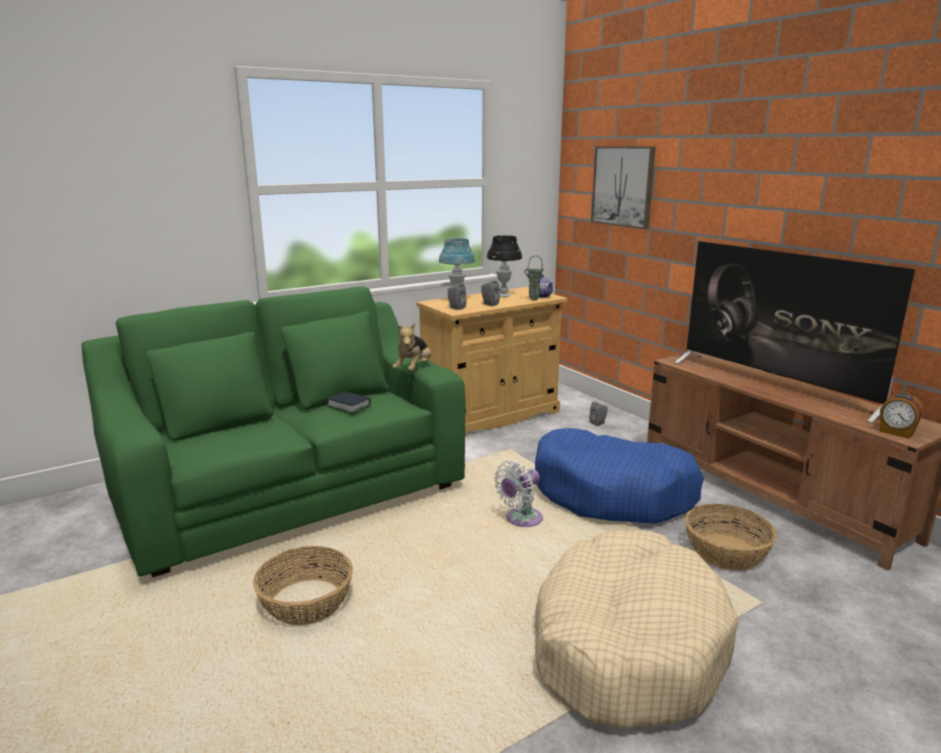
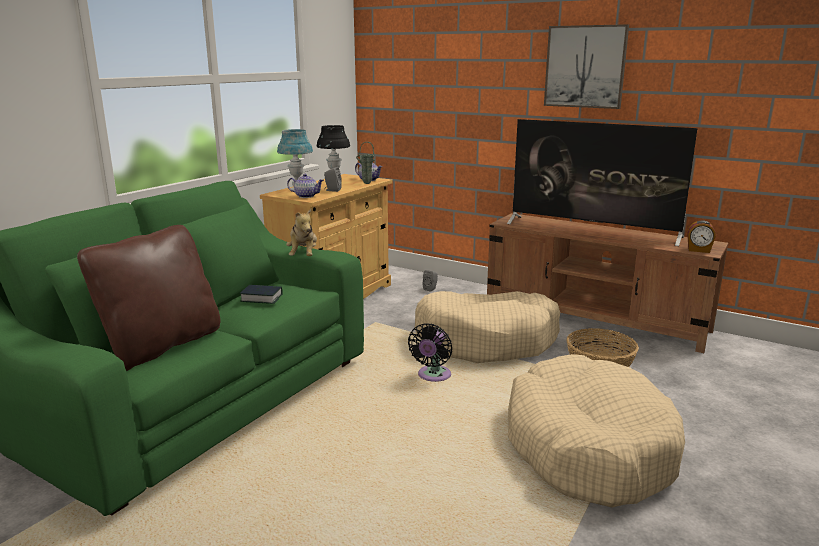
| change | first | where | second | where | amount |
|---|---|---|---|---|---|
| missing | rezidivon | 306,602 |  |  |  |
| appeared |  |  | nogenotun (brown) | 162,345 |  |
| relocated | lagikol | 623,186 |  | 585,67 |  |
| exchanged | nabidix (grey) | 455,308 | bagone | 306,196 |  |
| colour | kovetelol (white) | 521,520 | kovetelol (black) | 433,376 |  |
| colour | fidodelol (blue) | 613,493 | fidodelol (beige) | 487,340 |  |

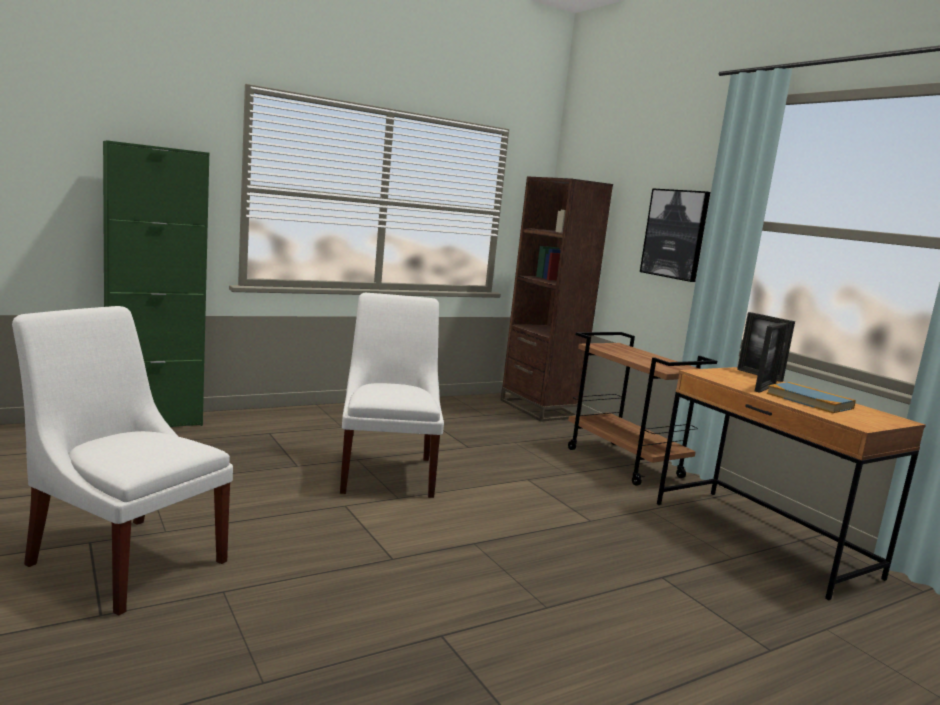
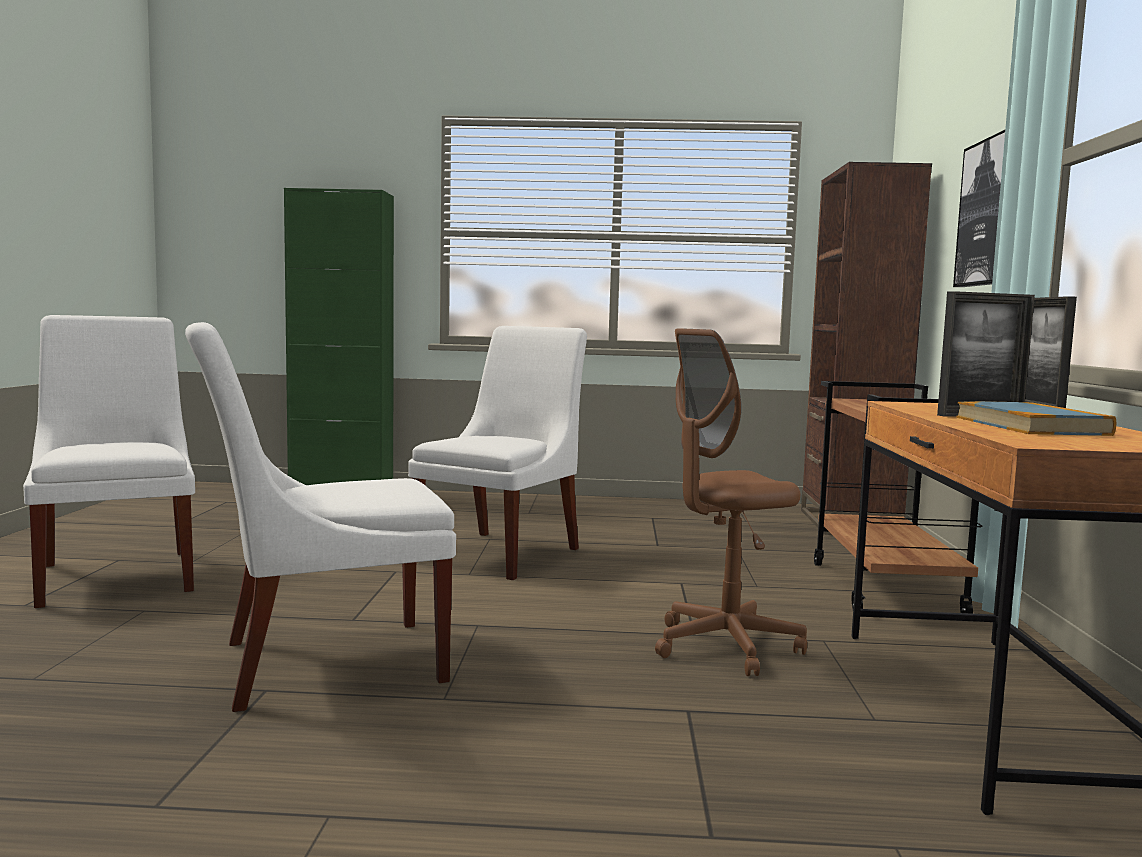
| change | first | where | second | where | amount |
|---|---|---|---|---|---|
| appeared |  |  | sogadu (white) | 321,662 |  |
| appeared |  |  | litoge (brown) | 725,646 |  |

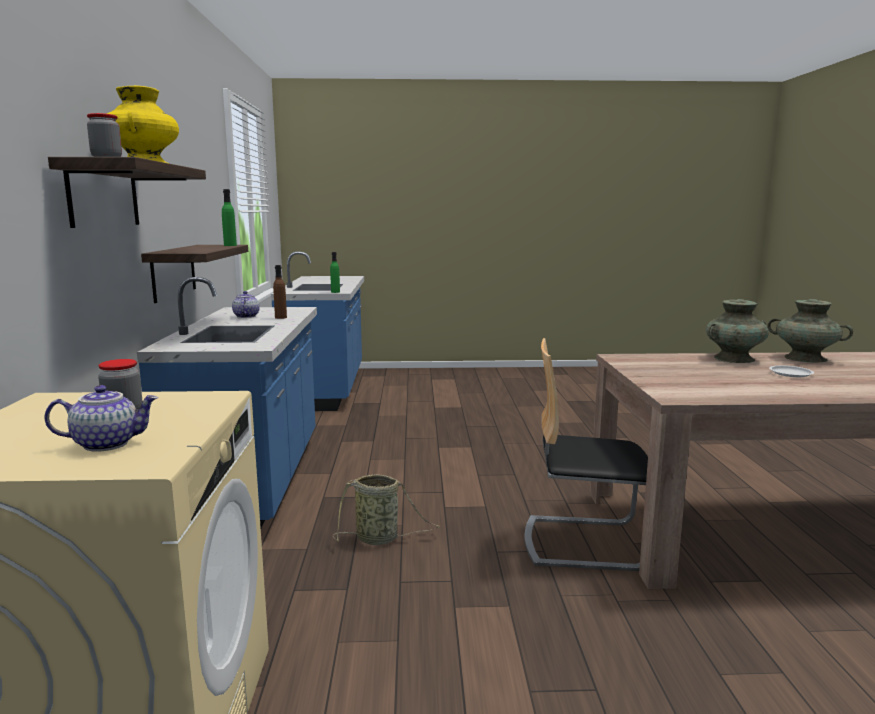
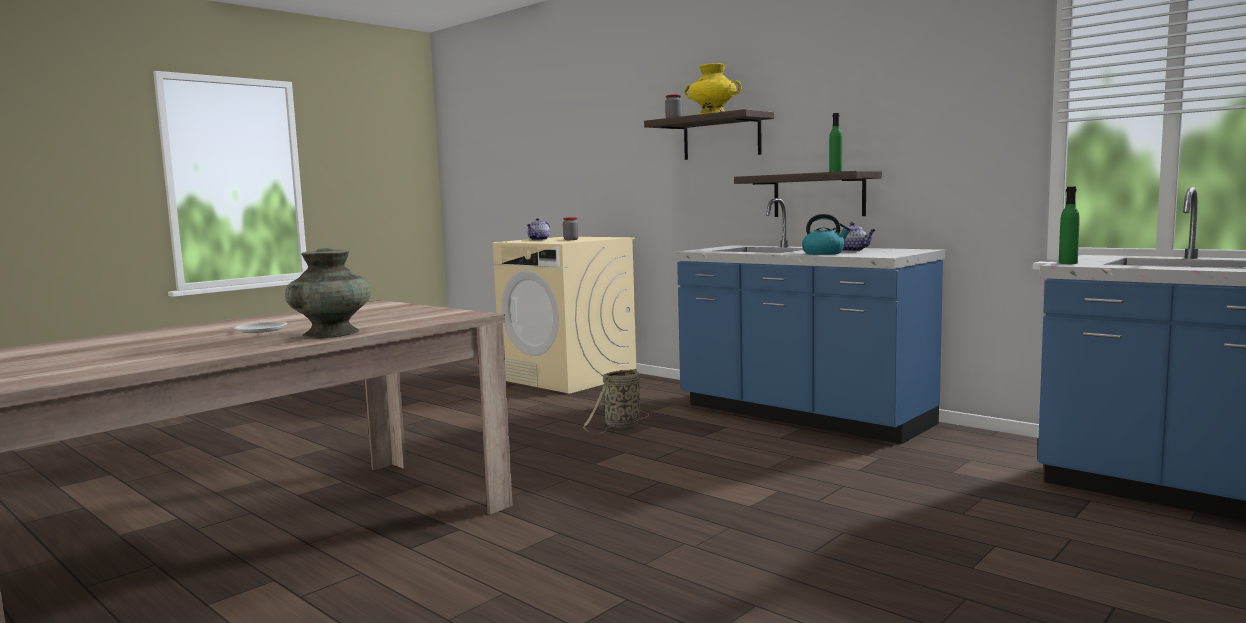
| change | first | where | second | where | amount |
|---|---|---|---|---|---|
| missing | sogadu | 585,542 |  |  |  |
| missing | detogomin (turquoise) | 804,358 |  |  |  |
| exchanged | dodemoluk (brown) | 280,317 | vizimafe | 824,253 |  |

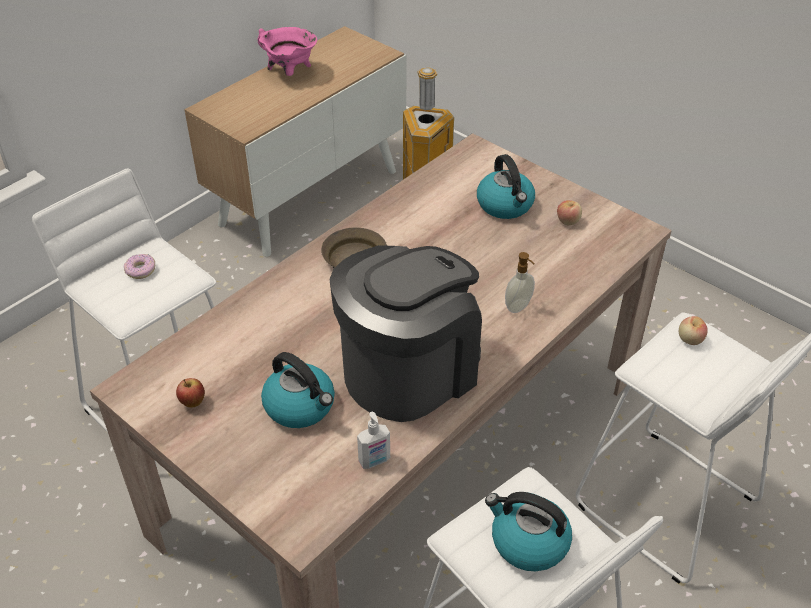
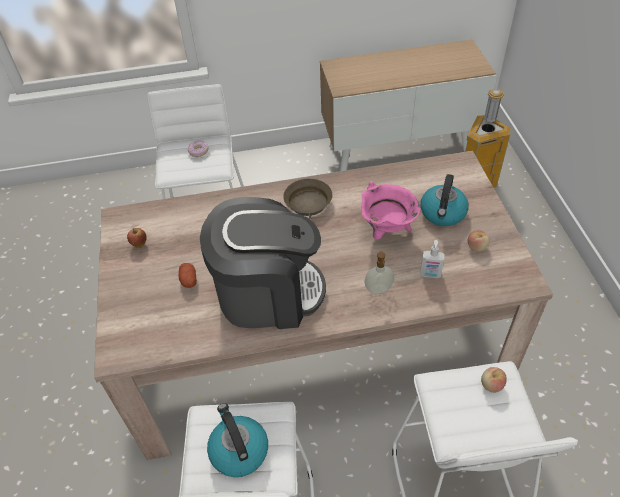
| change | first | where | second | where | amount |
|---|---|---|---|---|---|
| relocated | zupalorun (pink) | 290,73 |  | 387,231 |  |
| relocated | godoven | 375,461 |  | 430,274 |  |
| exchanged | vizimafe | 301,406 | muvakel | 188,279 |  |

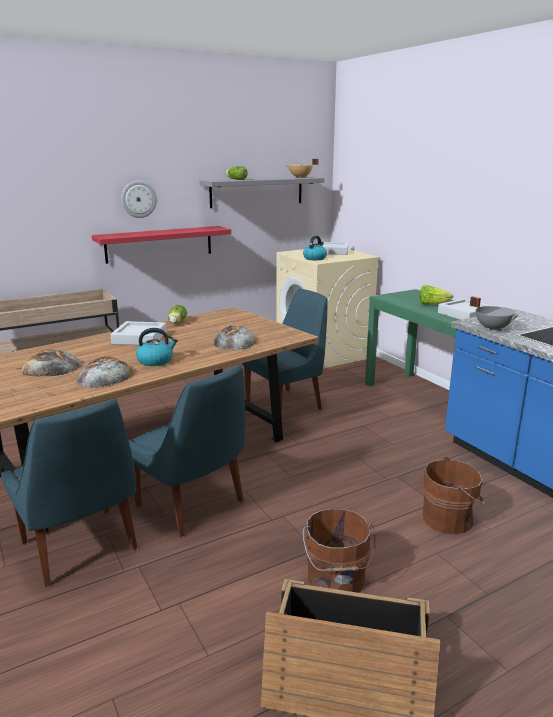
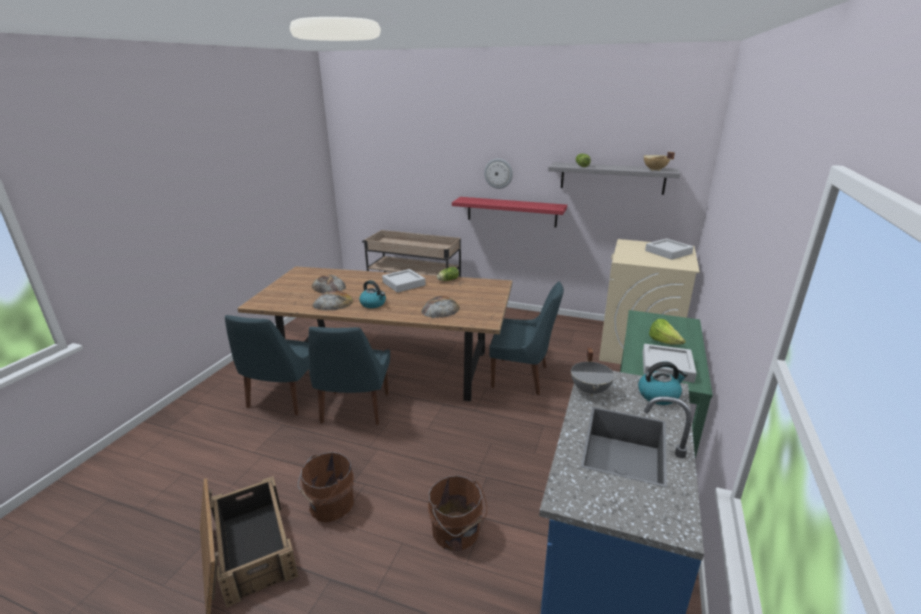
| change | first | where | second | where | amount |
|---|---|---|---|---|---|
| relocated | vizimafe | 315,258 |  | 658,395 |  |

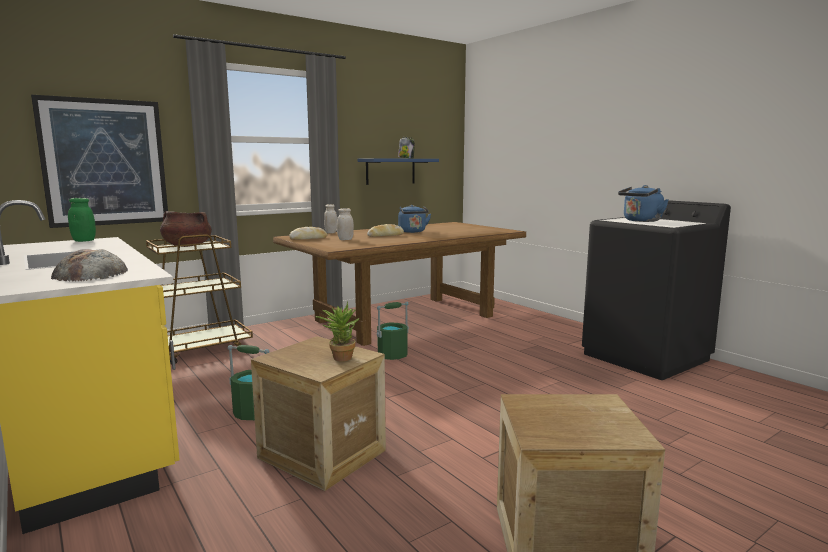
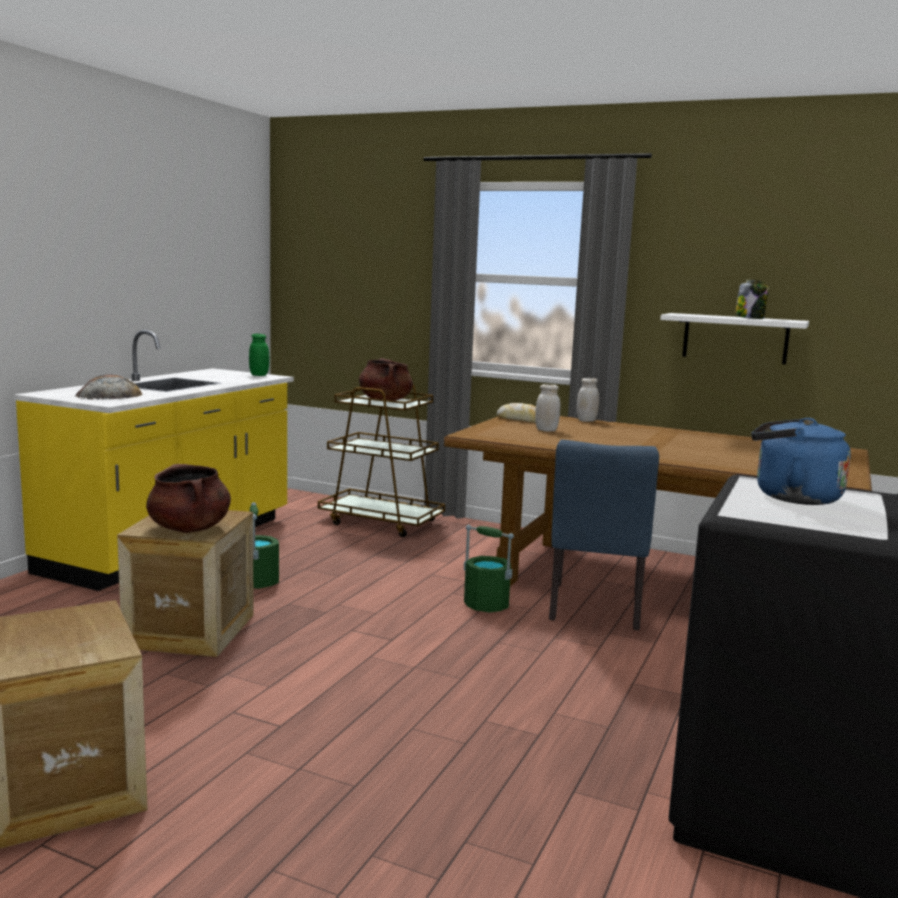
| change | first | where | second | where | amount |
|---|---|---|---|---|---|
| missing | lagikol | 105,162 |  |  |  |
| missing | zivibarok | 385,235 |  |  |  |
| missing | vizimafe (blue) | 413,232 |  |  |  |
| appeared |  |  | sogadu (blue) | 594,610 |  |
| exchanged | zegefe | 339,357 | zupalorun (brown) | 190,529 |  |
| colour | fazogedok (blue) | 390,171 | fazogedok (white) | 735,338 |  |

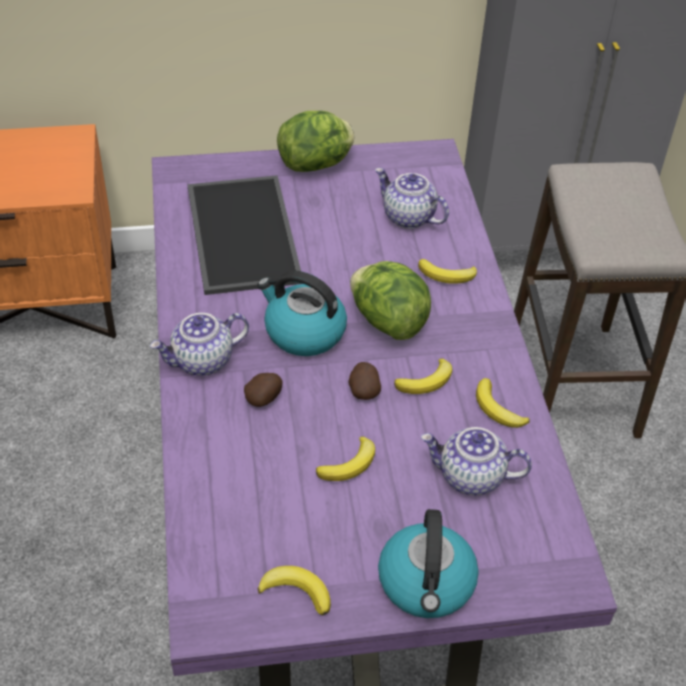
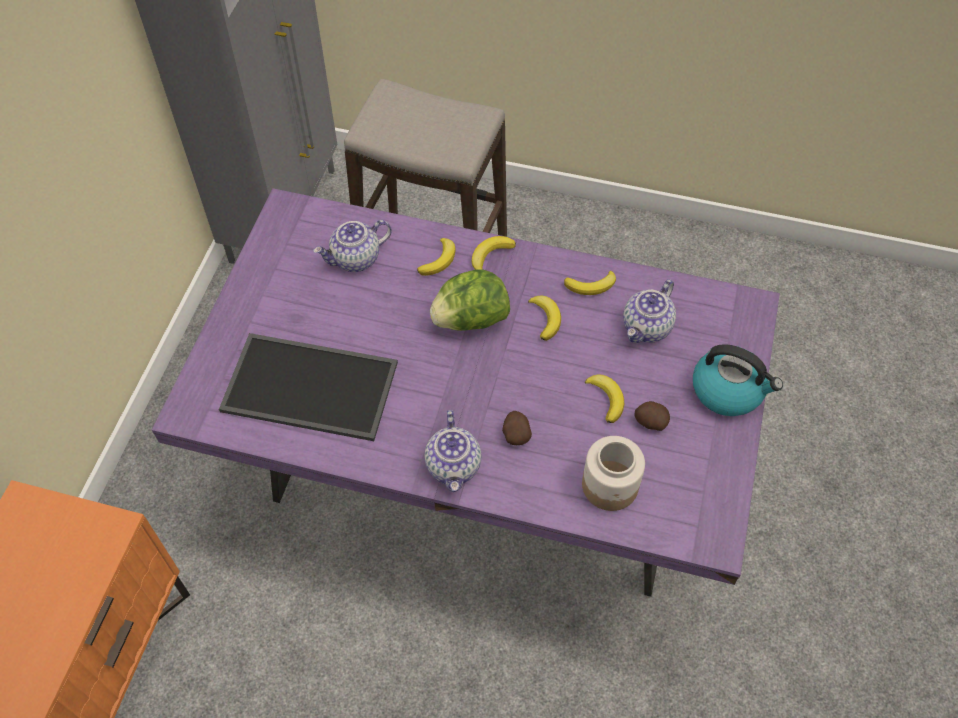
| change | first | where | second | where | amount |
|---|---|---|---|---|---|
| missing | vizimafe | 303,332 |  |  |  |
| missing | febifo | 316,164 |  |  |  |
| appeared |  |  | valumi | 610,486 |  |
| relocated | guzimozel | 297,591 |  | 490,255 |  |
| relocated | muvakel | 363,390 |  | 650,422 |  |

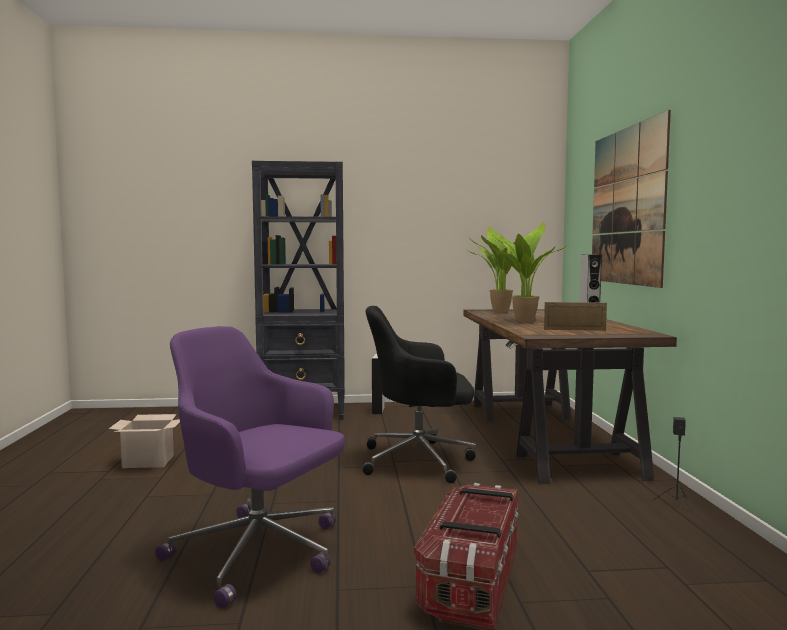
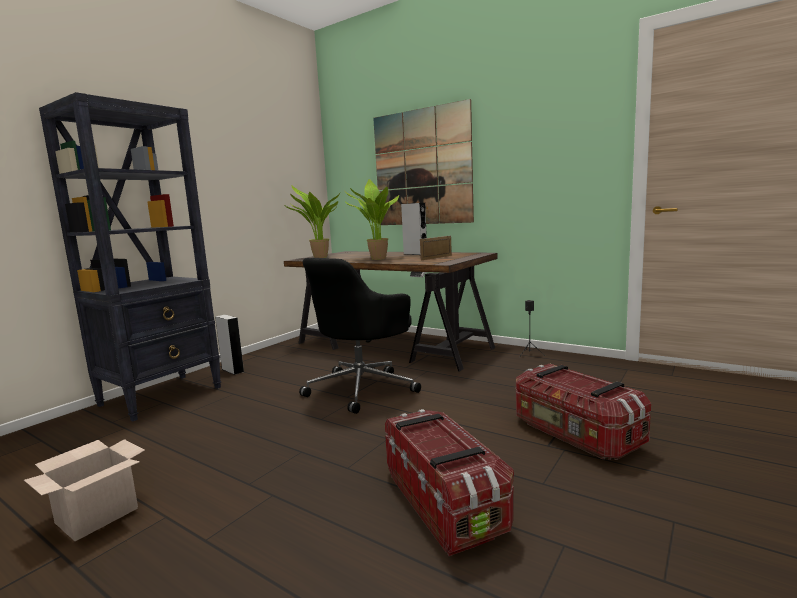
| change | first | where | second | where | amount |
|---|---|---|---|---|---|
| exchanged | litoge (purple) | 259,554 | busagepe | 444,502 |  |

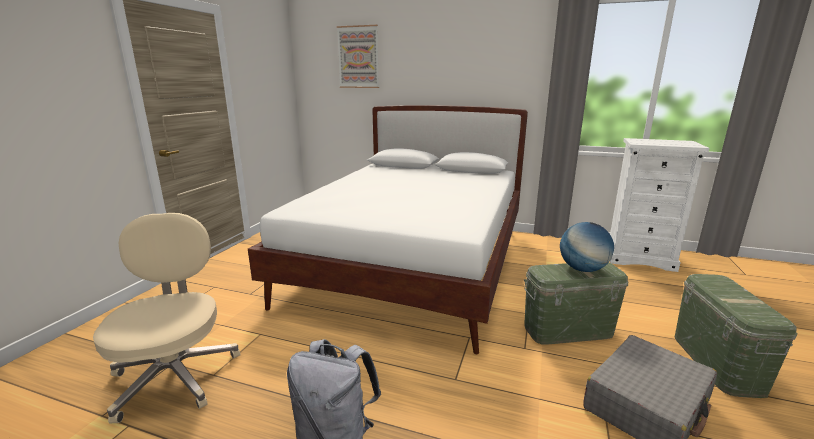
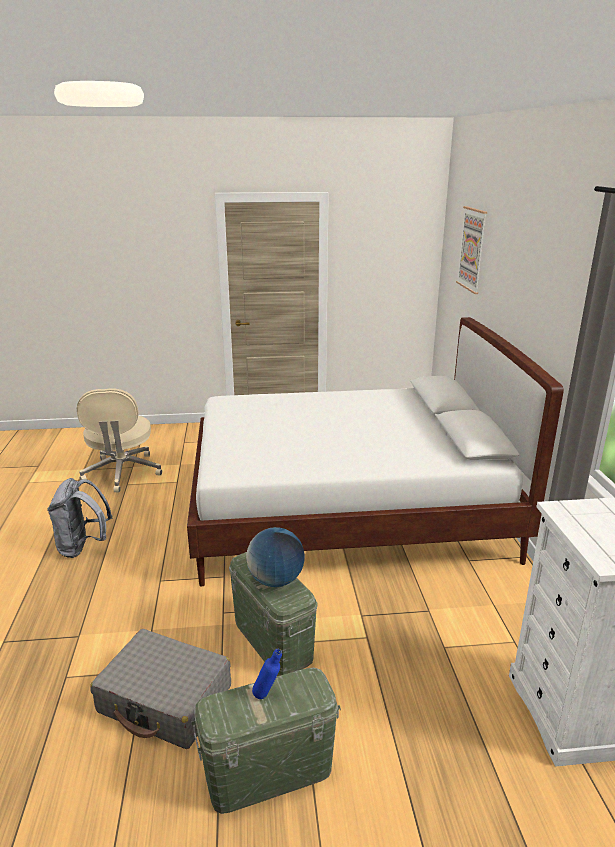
| change | first | where | second | where | amount |
|---|---|---|---|---|---|
| appeared |  |  | dodemoluk (blue) | 267,695 |  |
| spun | litoge (beige) | 175,375 |  | 122,473 | 120 degrees clockwise |

